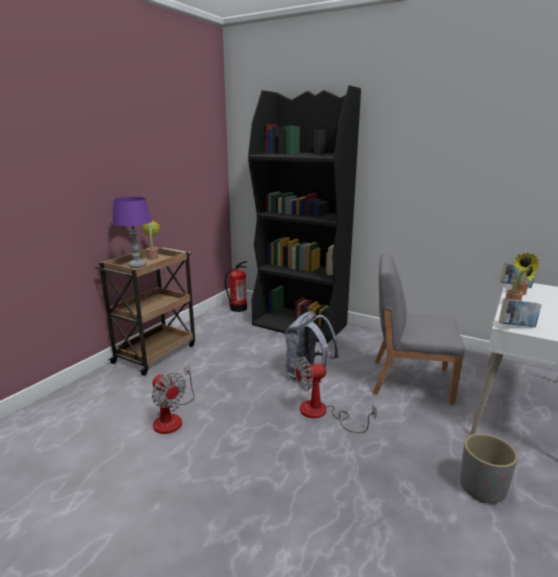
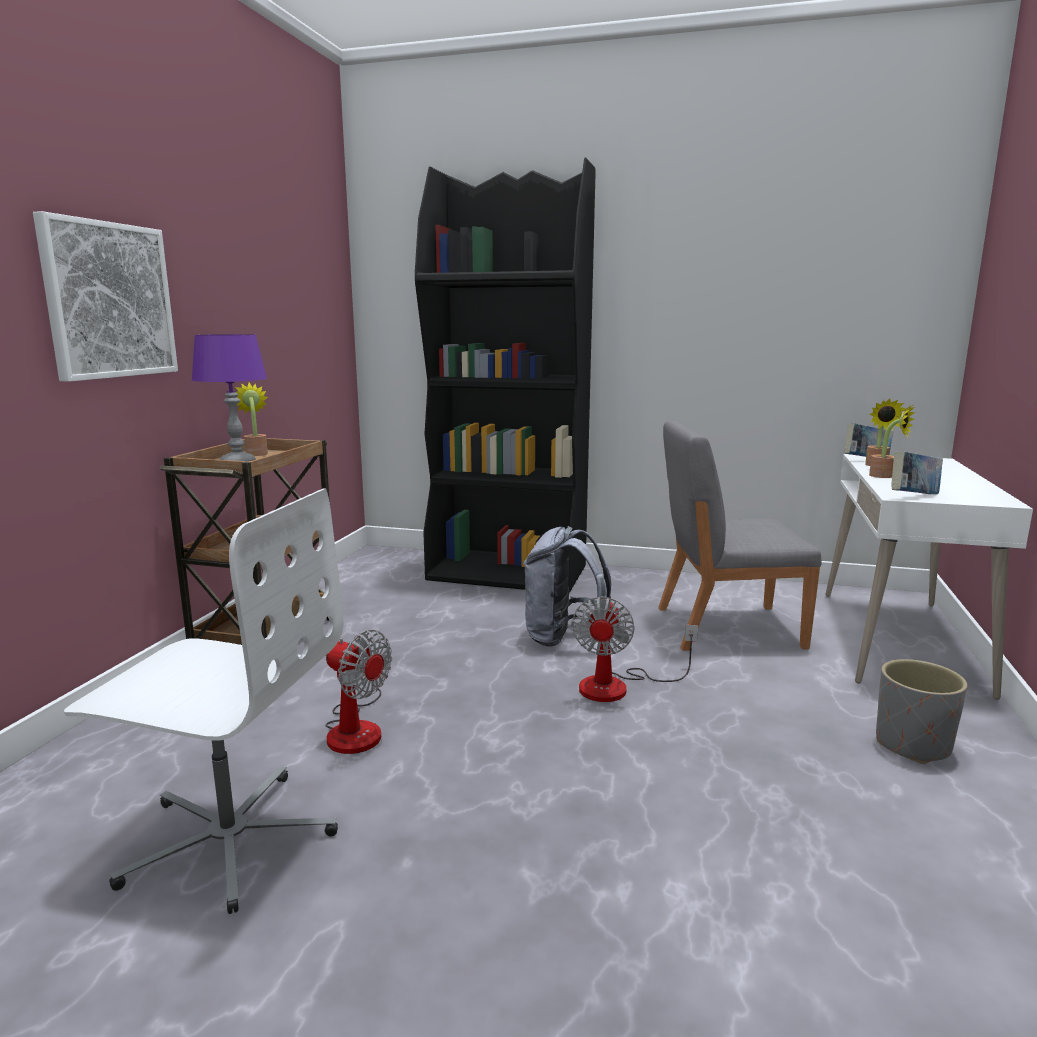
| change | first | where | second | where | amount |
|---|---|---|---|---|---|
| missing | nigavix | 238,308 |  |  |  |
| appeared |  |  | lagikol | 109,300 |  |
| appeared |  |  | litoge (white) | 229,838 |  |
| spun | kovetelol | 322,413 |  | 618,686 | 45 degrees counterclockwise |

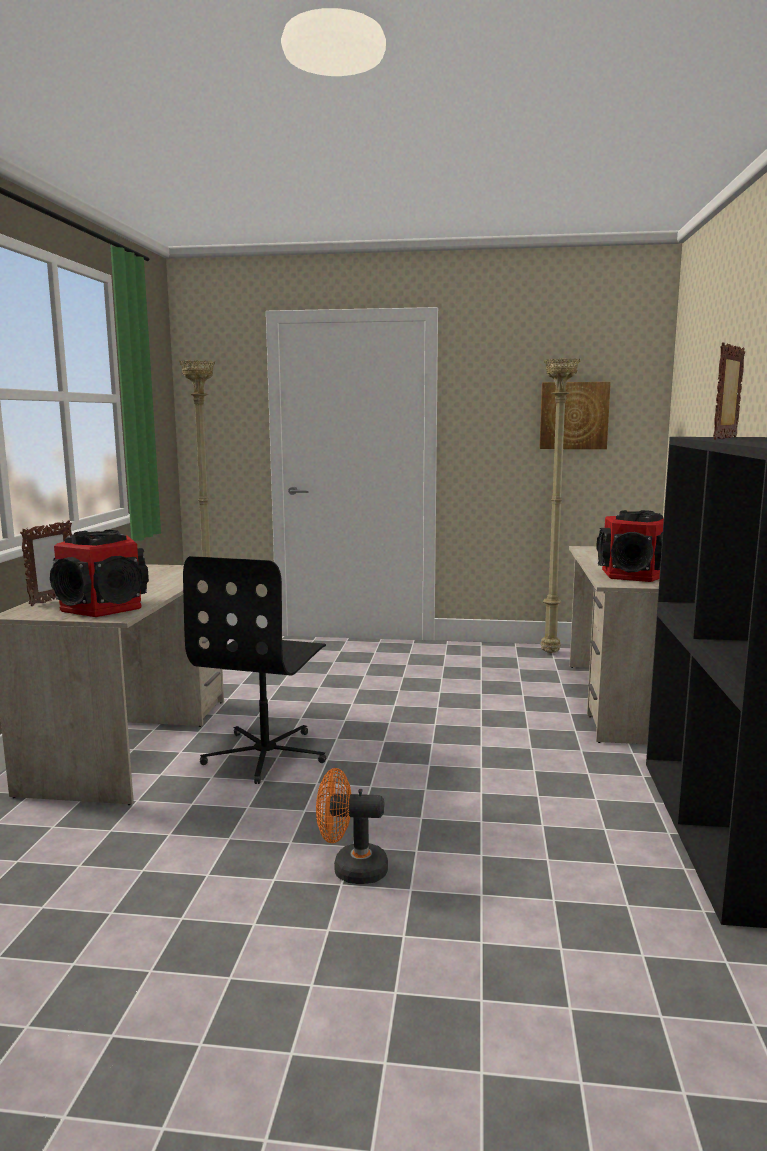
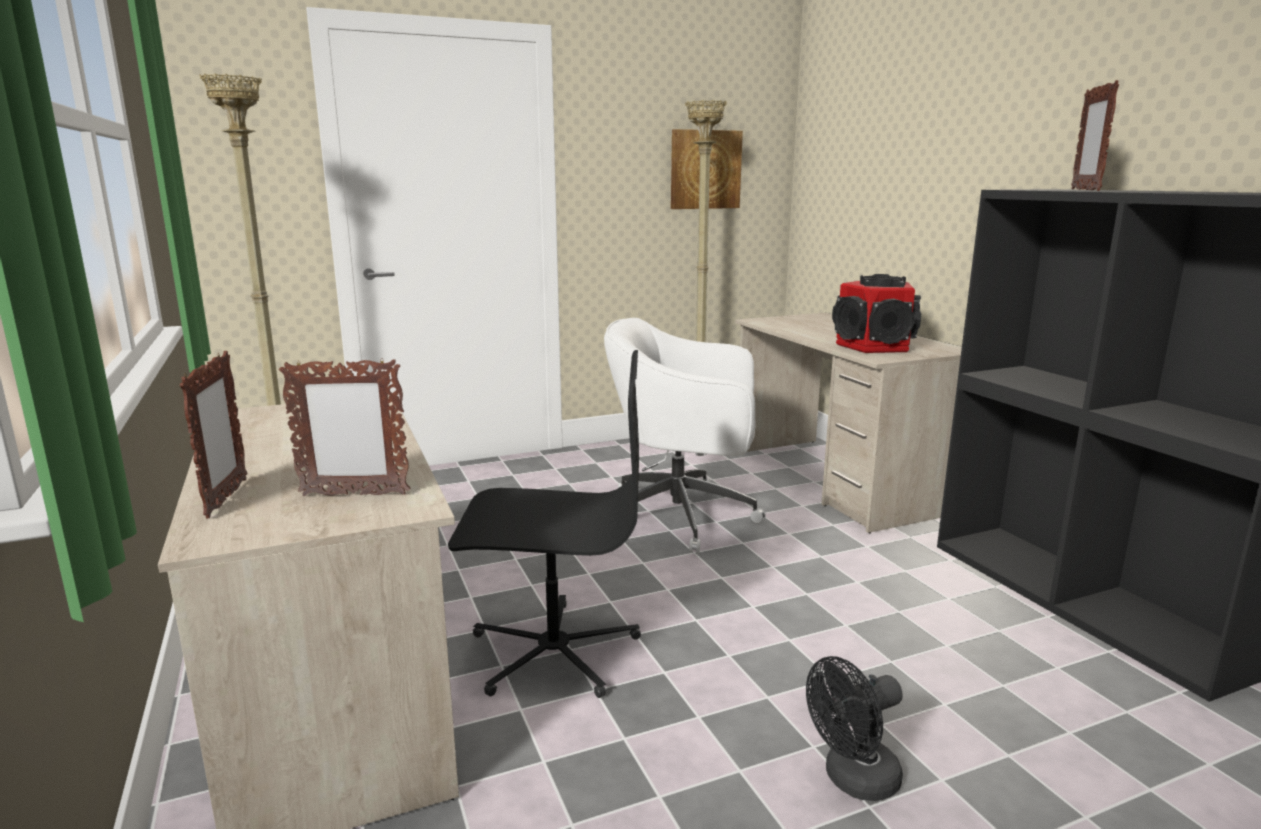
| change | first | where | second | where | amount |
|---|---|---|---|---|---|
| appeared |  |  | litoge (white) | 683,517 |  |
| exchanged | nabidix | 104,607 | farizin | 354,494 |  |
| colour | kovetelol (orange) | 351,869 | kovetelol (black) | 852,780 |  |
| spun | litoge (black) | 266,755 |  | 553,651 | 75 degrees counterclockwise |

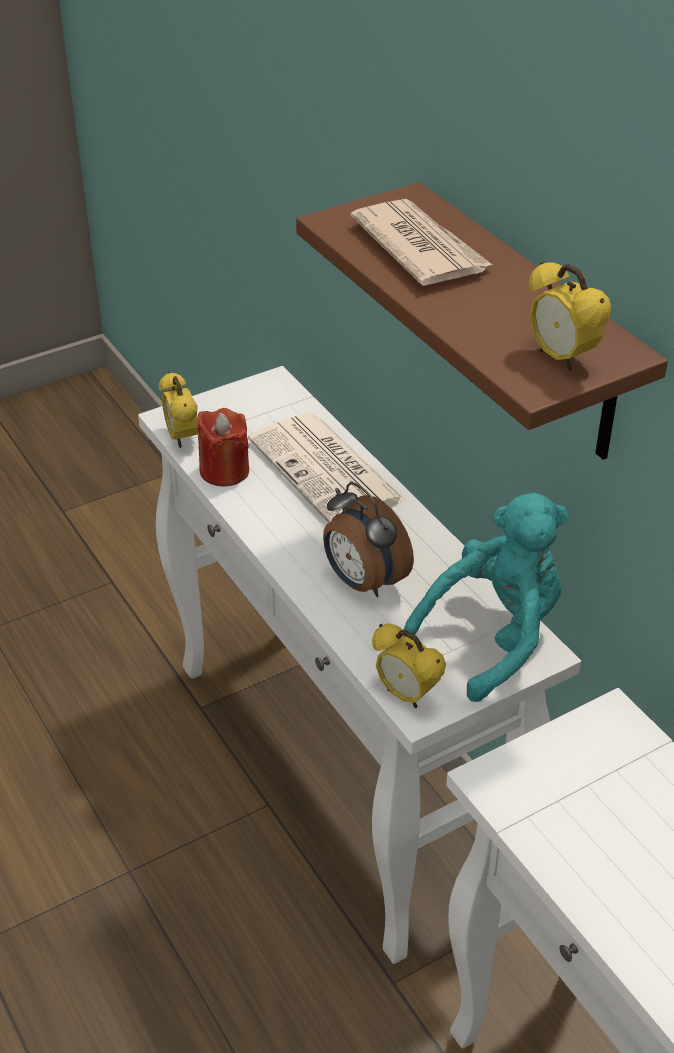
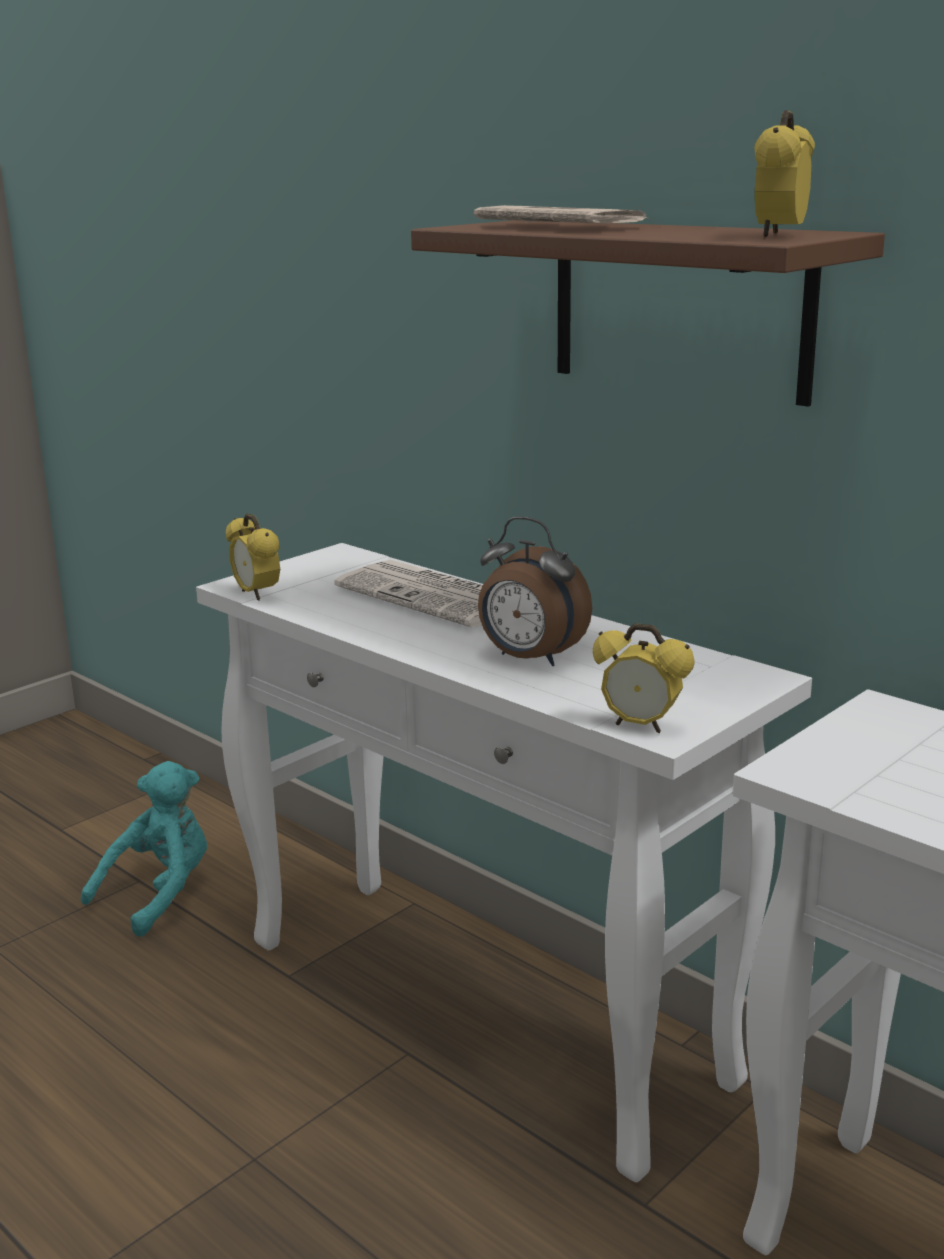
| change | first | where | second | where | amount |
|---|---|---|---|---|---|
| missing | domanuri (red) | 224,471 |  |  |  |
| relocated | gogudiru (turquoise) | 494,636 |  | 160,894 |  |
| spun | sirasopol | 561,358 |  | 779,235 | 75 degrees clockwise |

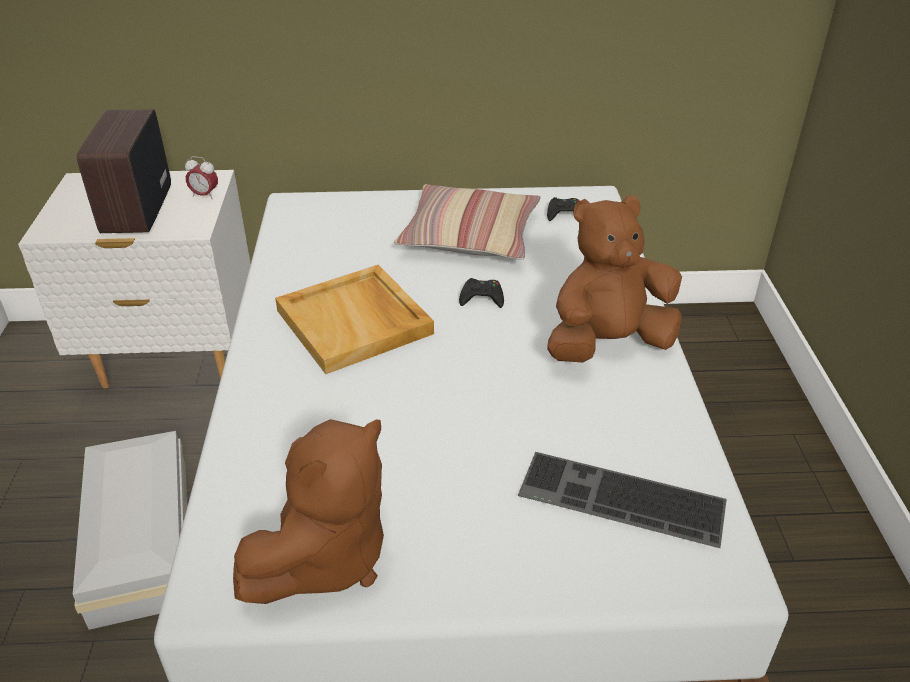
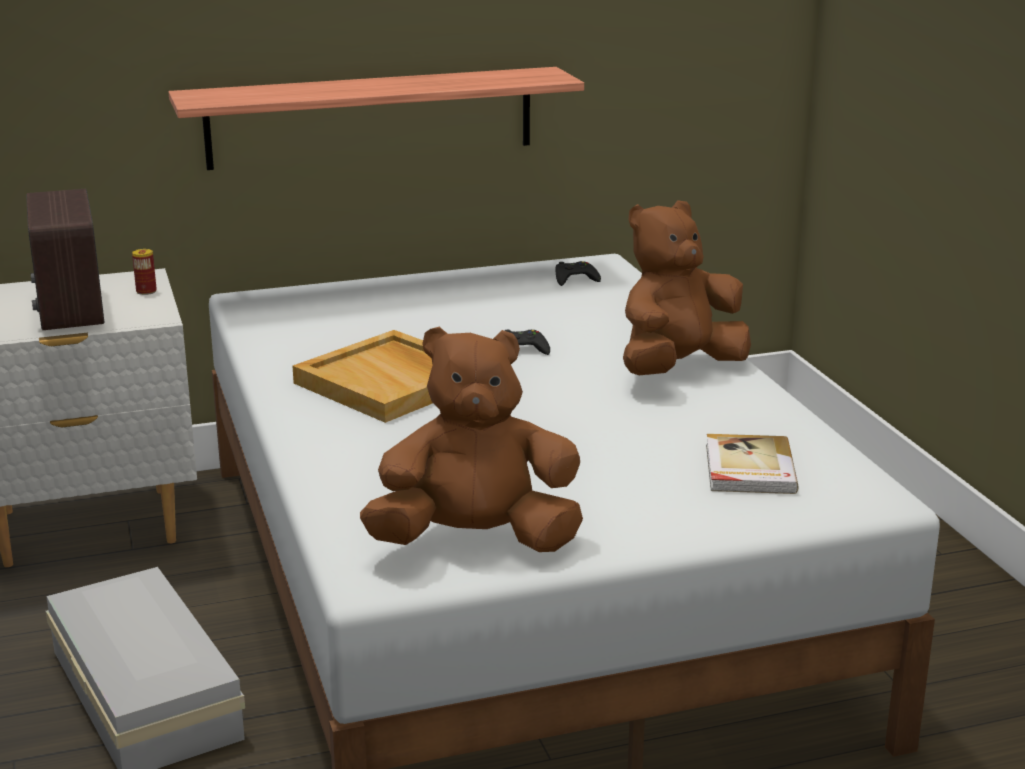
| change | first | where | second | where | amount |
|---|---|---|---|---|---|
| missing | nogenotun | 470,236 |  |  |  |
| appeared |  |  | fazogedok | 371,117 |  |
| exchanged | sirasopol | 204,195 | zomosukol | 146,291 |  |
| exchanged | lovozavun | 618,501 | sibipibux | 748,469 |  |
| spun | gogudiru (brown) | 325,557 |  | 476,541 | 120 degrees counterclockwise |

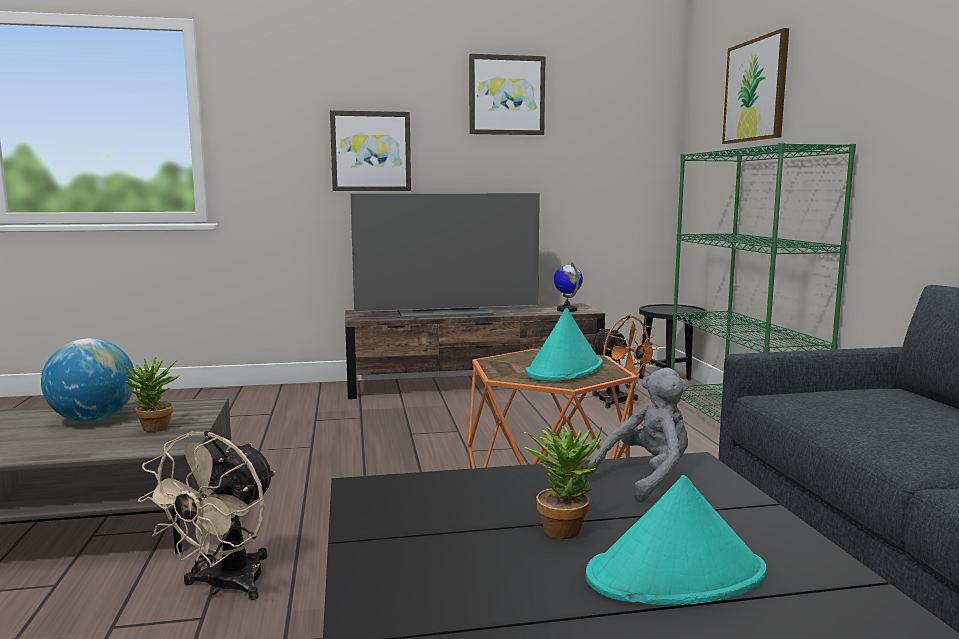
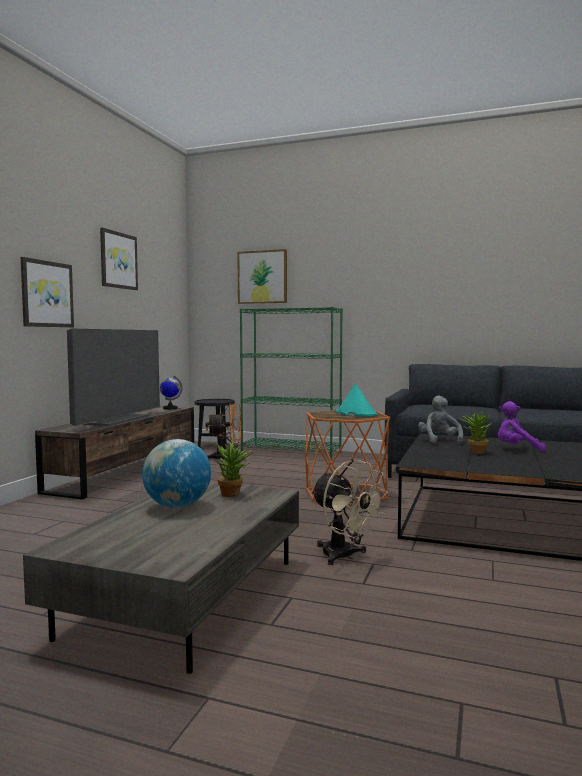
| change | first | where | second | where | amount |
|---|---|---|---|---|---|
| exchanged | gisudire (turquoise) | 676,576 | gogudiru (purple) | 517,449 |  |

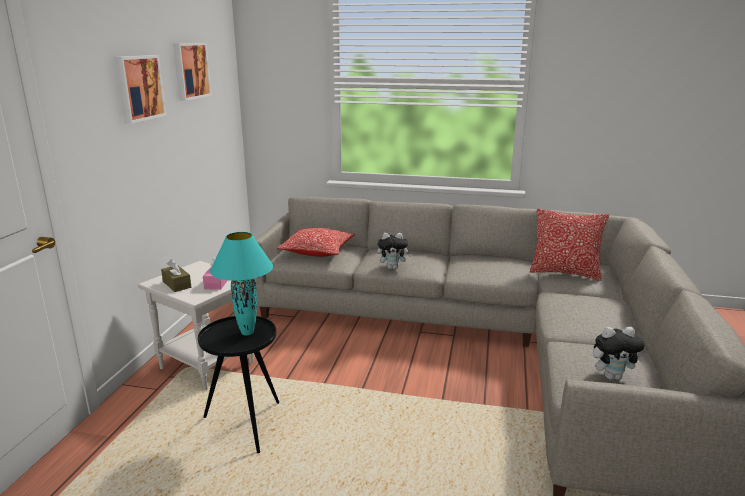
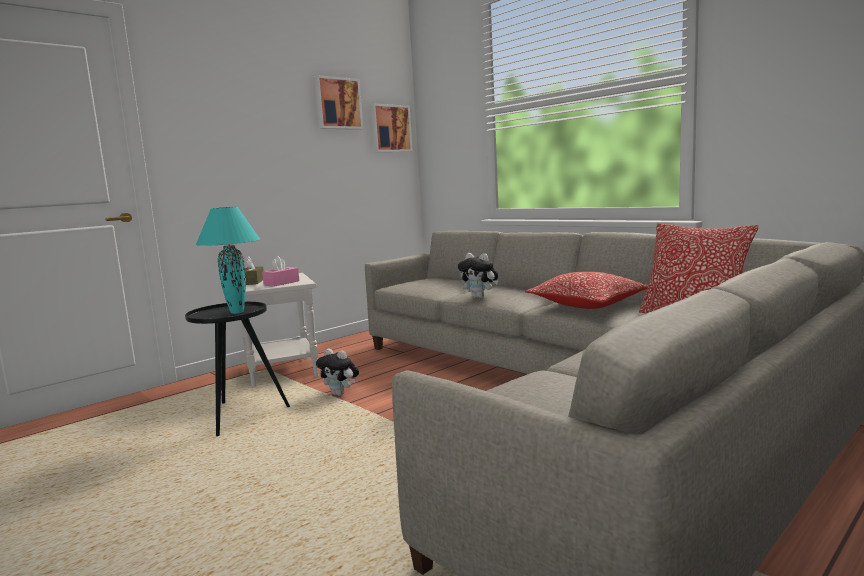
| change | first | where | second | where | amount |
|---|---|---|---|---|---|
| relocated | lagikol | 138,88 |  | 390,128 |  |
| relocated | nogenotun | 317,251 |  | 588,304 |  |
| relocated | gogudiru | 612,376 |  | 340,394 |  |

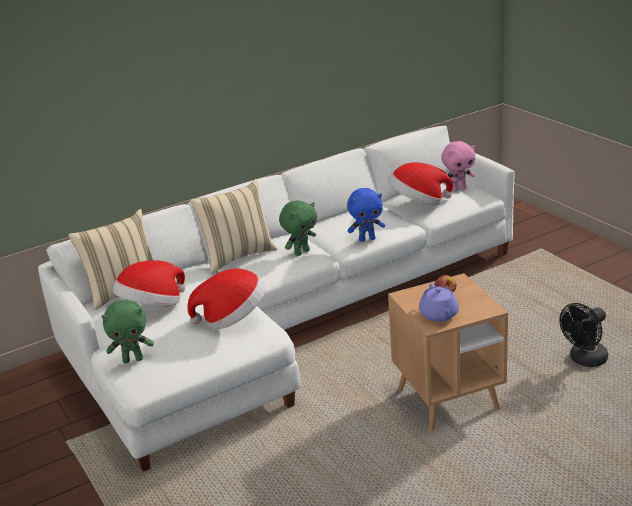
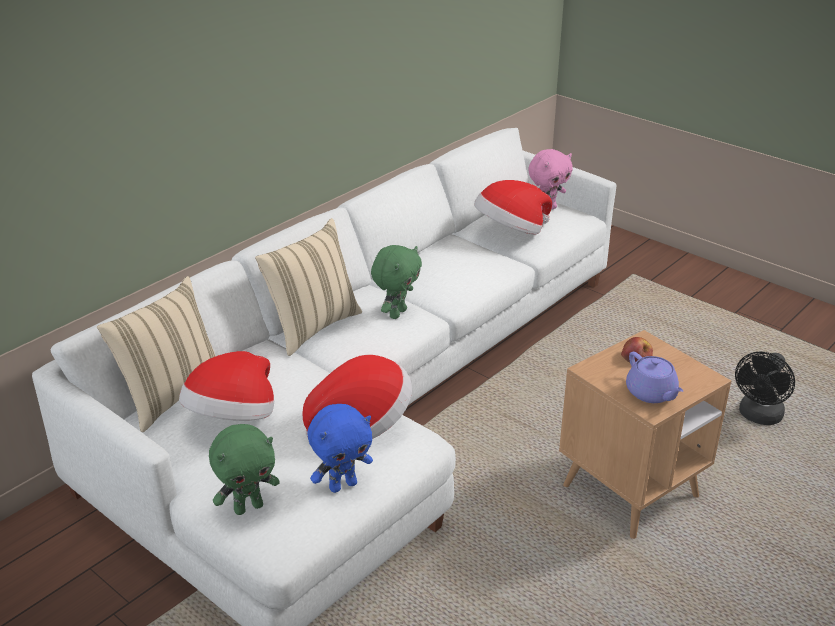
| change | first | where | second | where | amount |
|---|---|---|---|---|---|
| relocated | gogudiru (blue) | 367,239 |  | 343,485 |  |

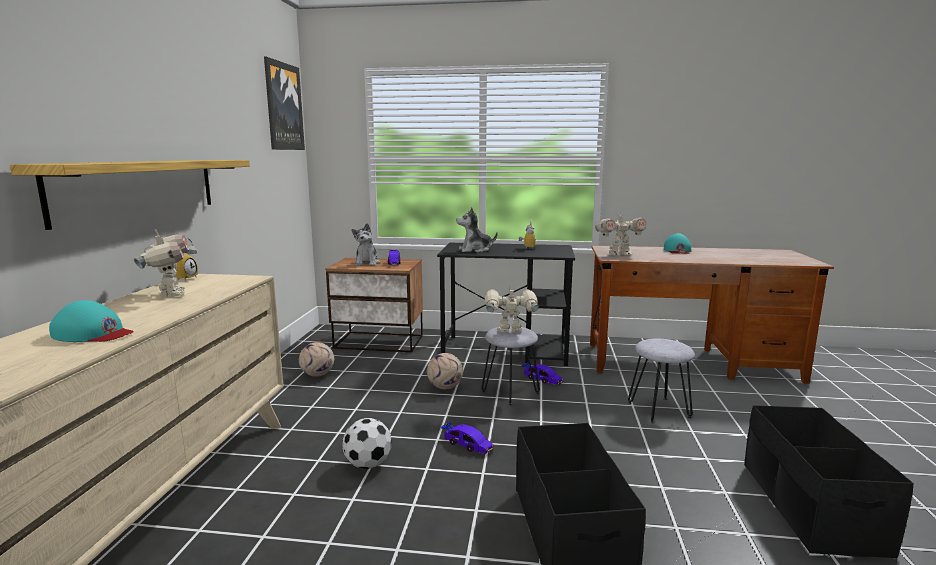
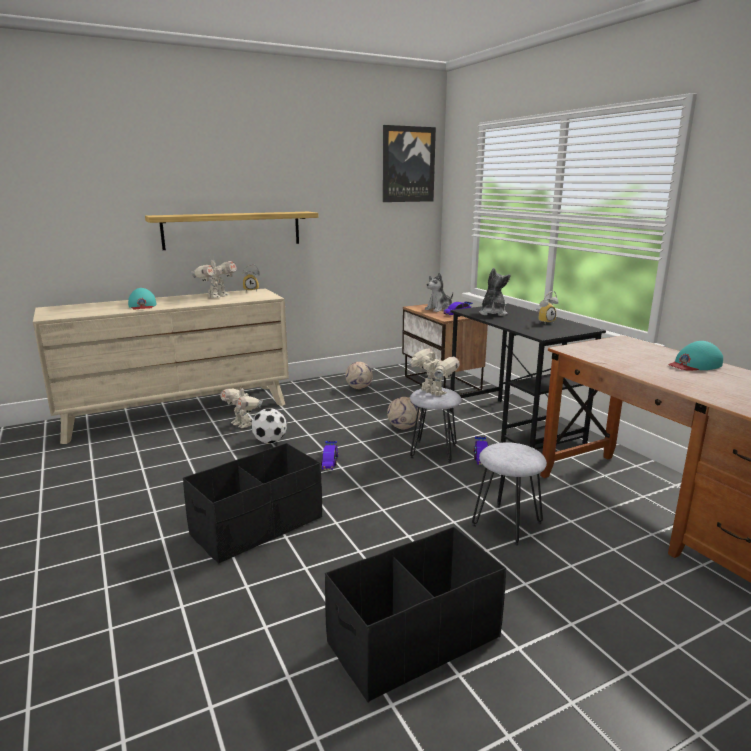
| change | first | where | second | where | amount |
|---|---|---|---|---|---|
| relocated | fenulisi | 619,254 |  | 243,424 |  |
| spun | gogudiru | 475,250 |  | 492,313 | 60 degrees clockwise |

